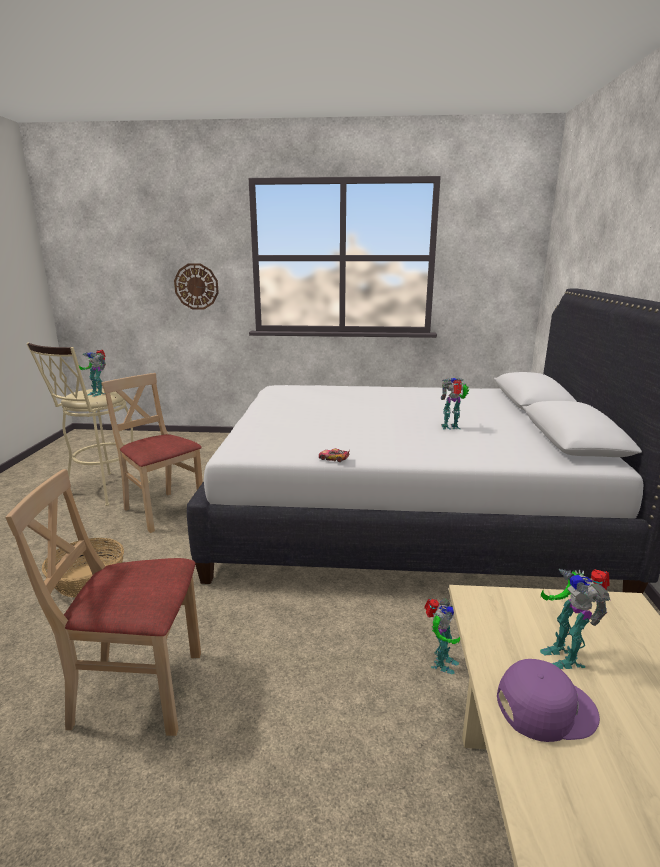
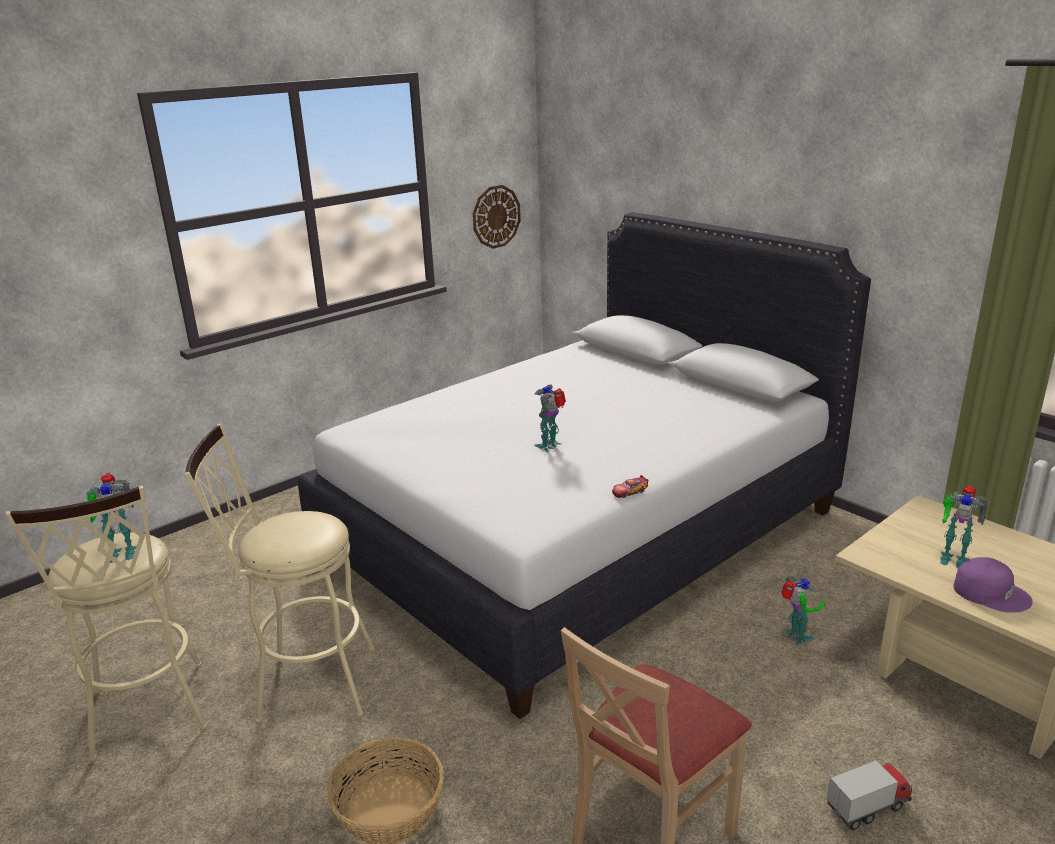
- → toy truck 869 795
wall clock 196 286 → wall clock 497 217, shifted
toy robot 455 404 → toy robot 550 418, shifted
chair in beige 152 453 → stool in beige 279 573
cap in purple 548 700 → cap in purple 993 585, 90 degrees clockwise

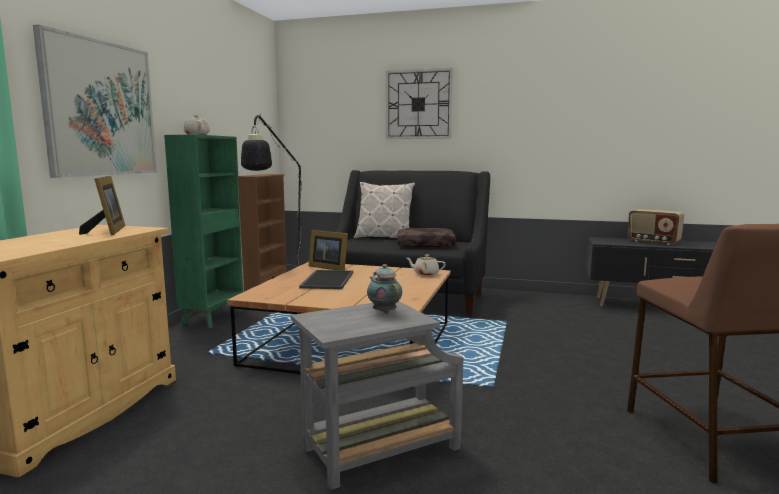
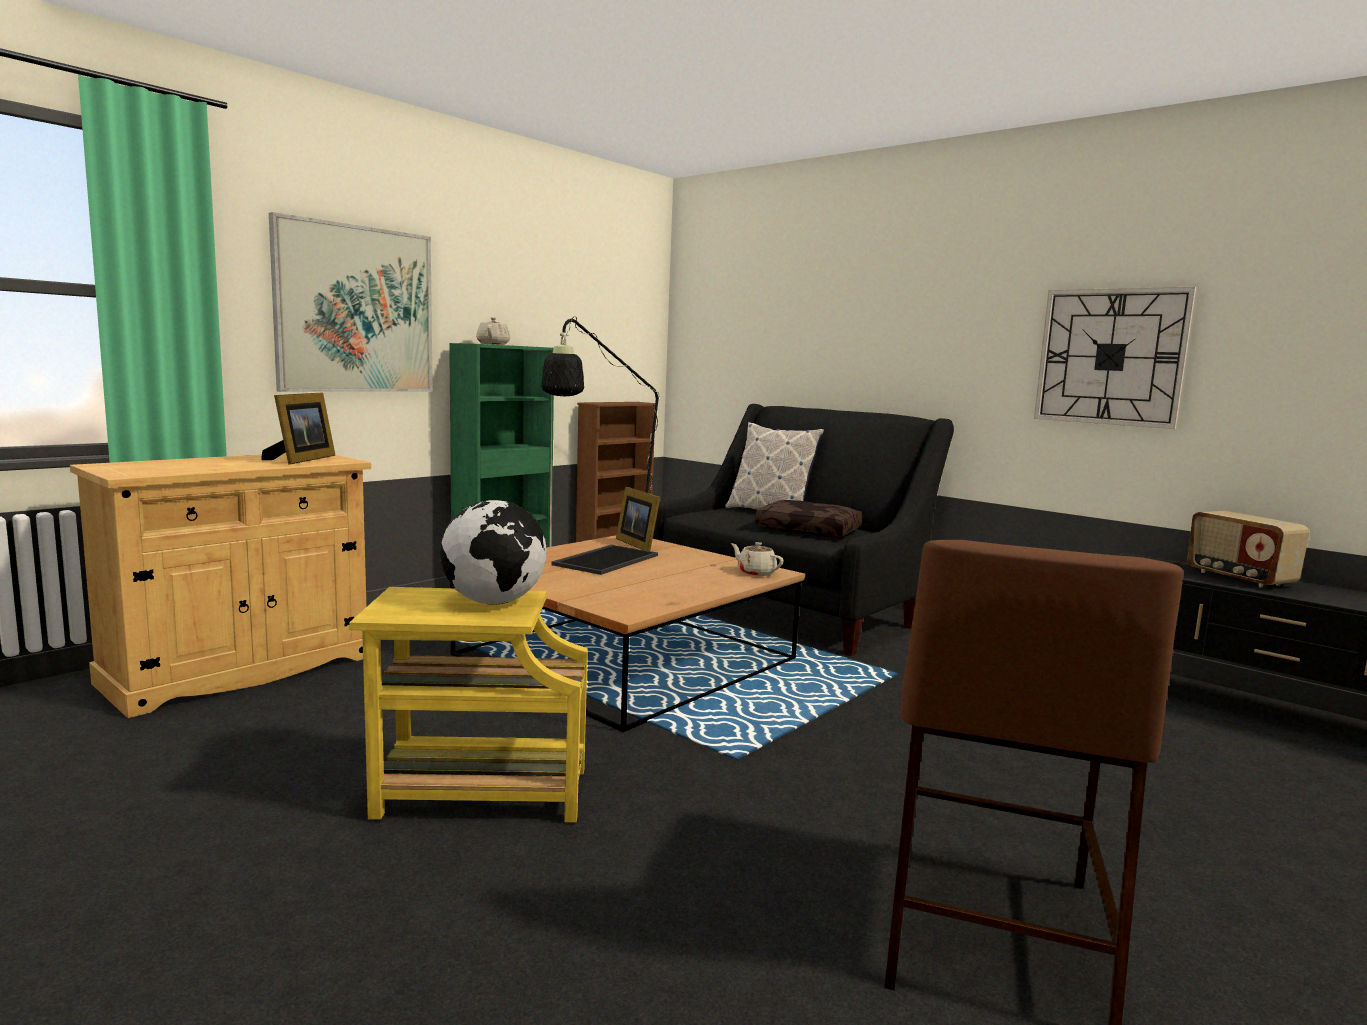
wall clock 419 103 → wall clock 1115 358, shifted
teapot 384 289 → globe 493 552
side table in grey 377 395 → side table in yellow 468 704

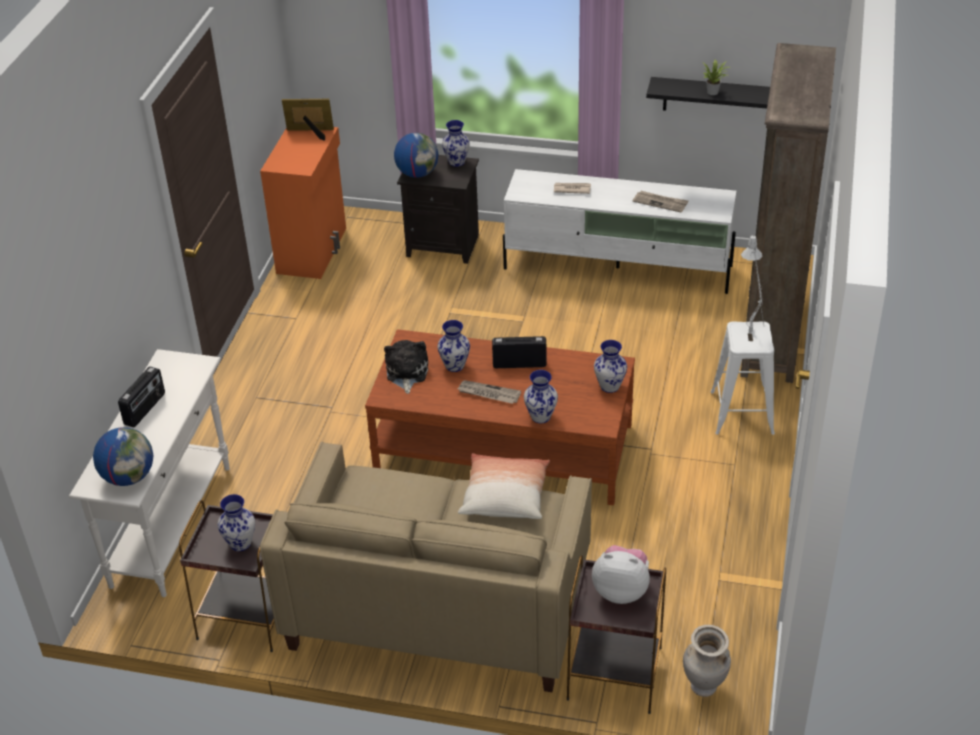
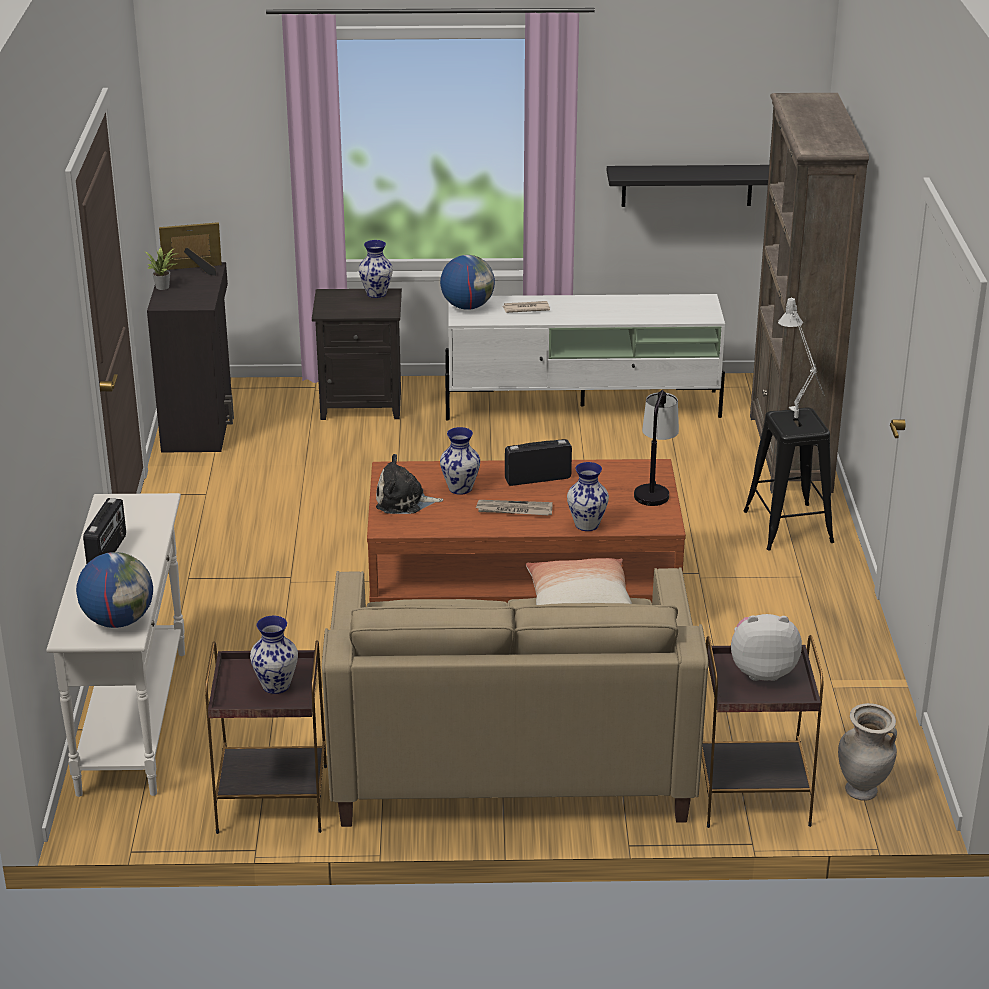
newspaper 661 202 → -
globe 416 155 → globe 467 282, shifted
potted plant 715 77 → potted plant 160 269, shifted
vase 610 366 → table lamp 656 448
cabinet in orange 303 203 → cabinet in black 190 357
stool in white 742 378 → stool in black 788 479
plush toy 406 367 → plush toy 409 484, 75 degrees counterclockwise

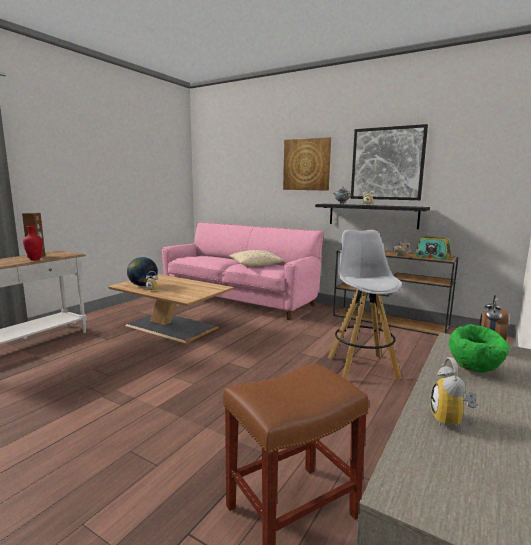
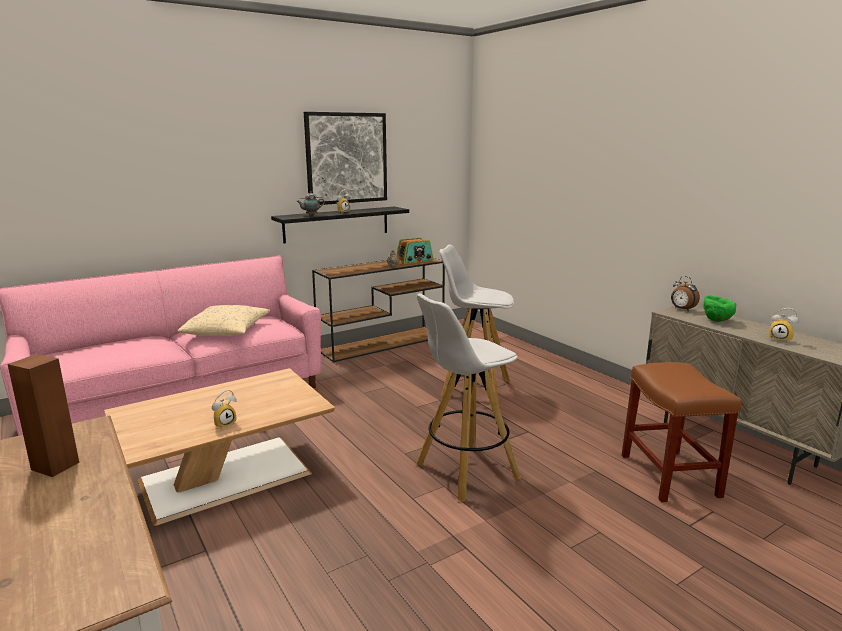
vase in red 33 243 → -
globe 142 271 → -
picture 307 164 → -
- → stool in white 469 398

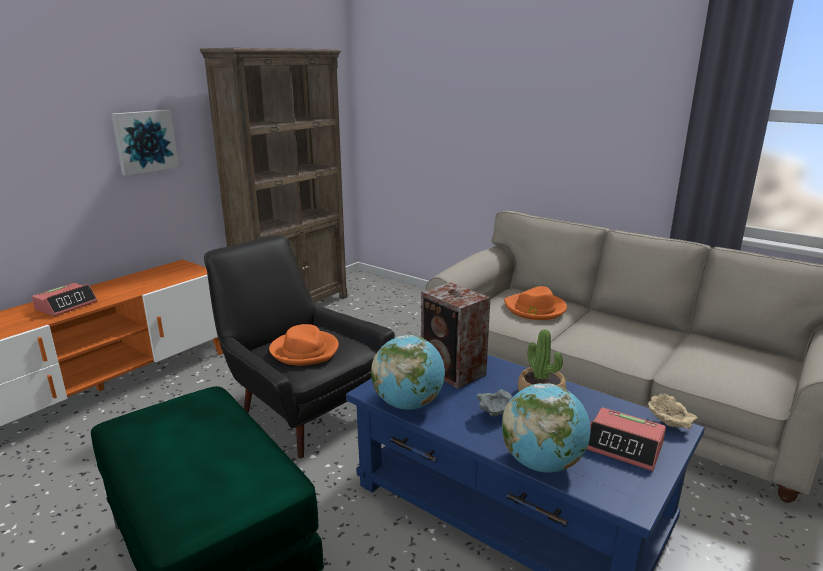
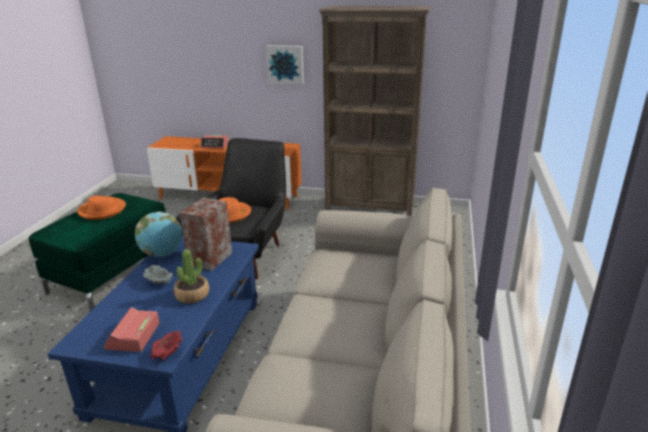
globe 546 428 → -
hat in orange 535 303 → hat in orange 101 208, shifted
bowl in beige 672 412 → bowl in red 166 345

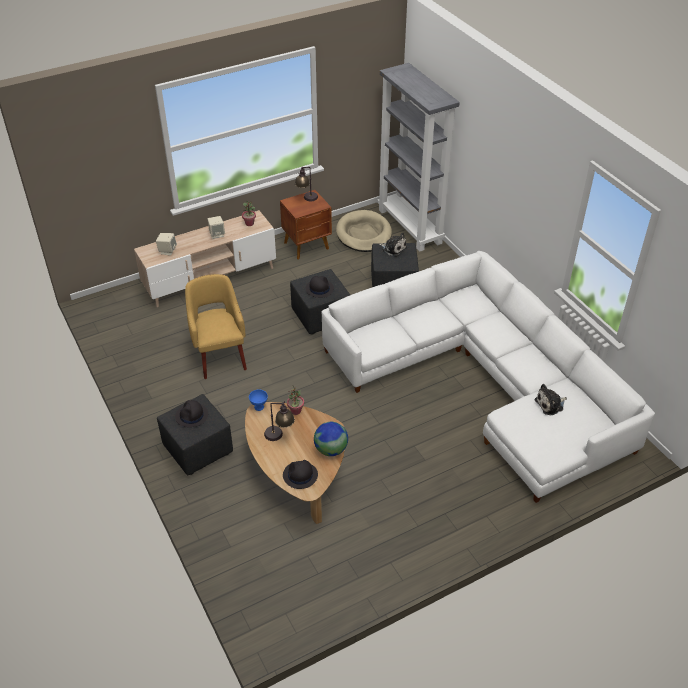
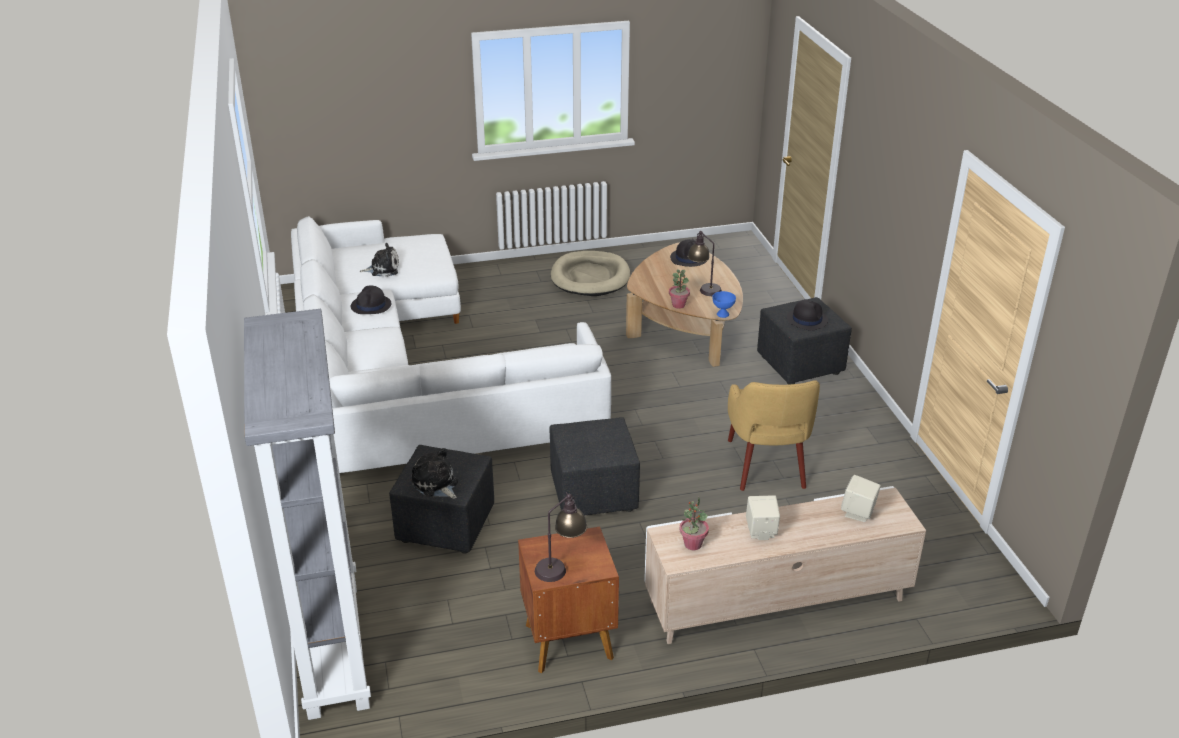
globe 331 439 → -
hat in black 320 287 → hat in black 371 300, shifted
dog bed in beige 364 231 → dog bed in beige 590 273, shifted

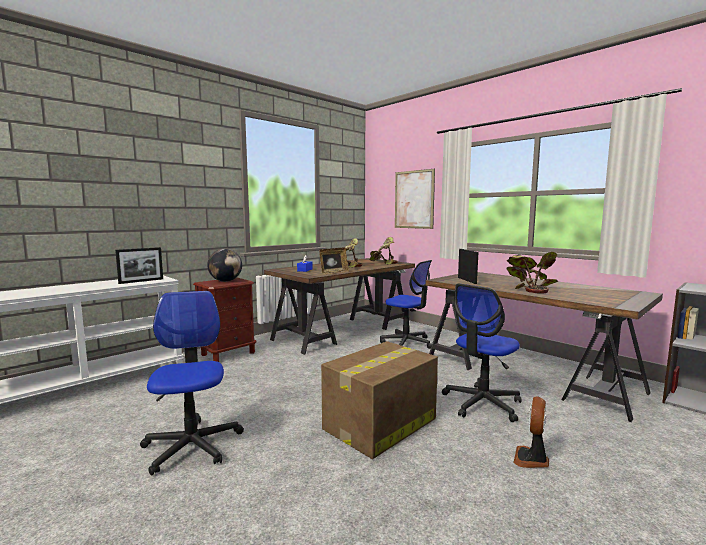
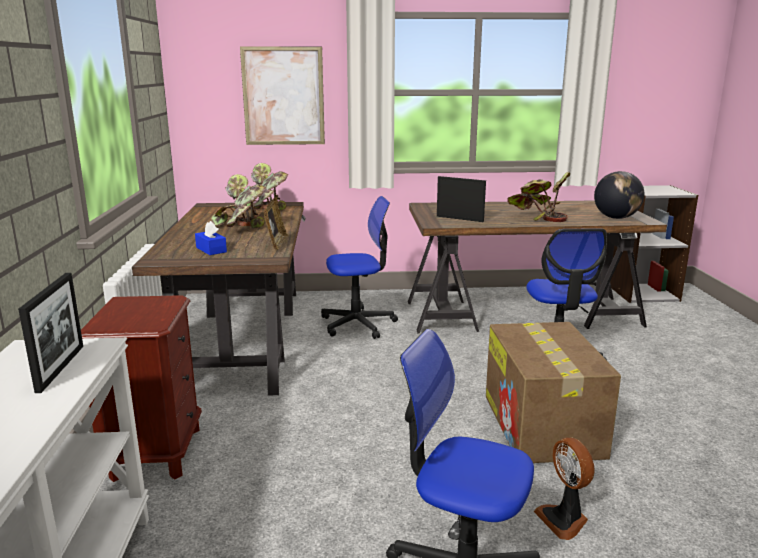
globe 224 265 → globe 619 195, shifted
fan 531 432 → fan 564 488, shifted

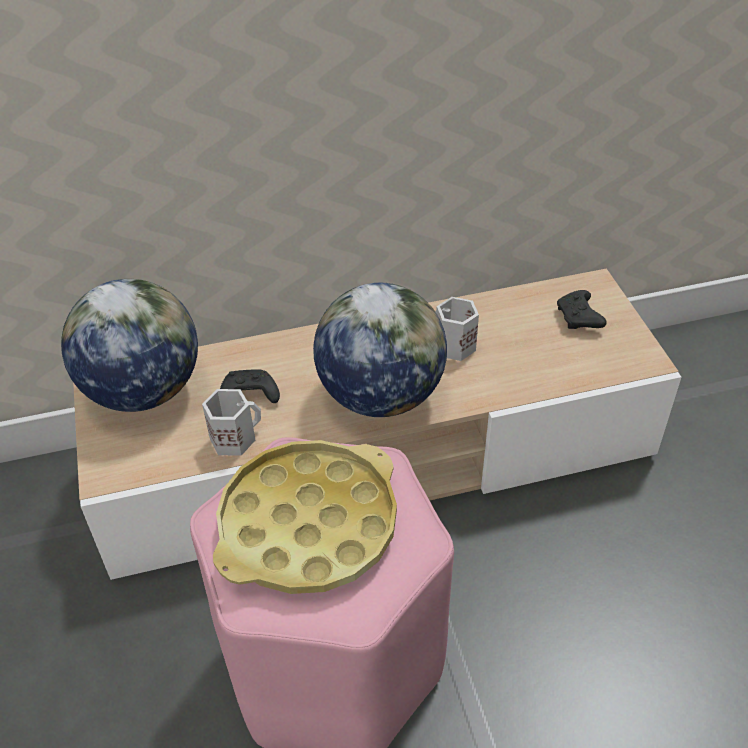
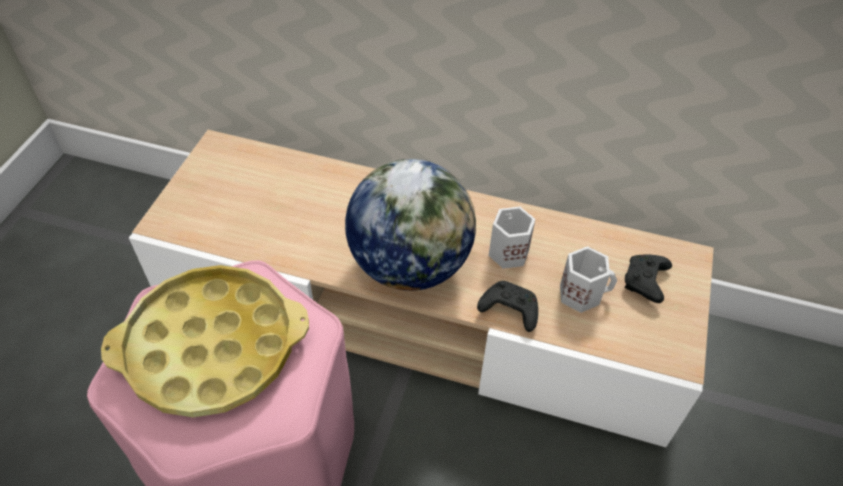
globe 129 345 → -
mug in white 231 422 → mug in white 588 279, shifted
game controller in black 250 386 → game controller in black 507 306, shifted

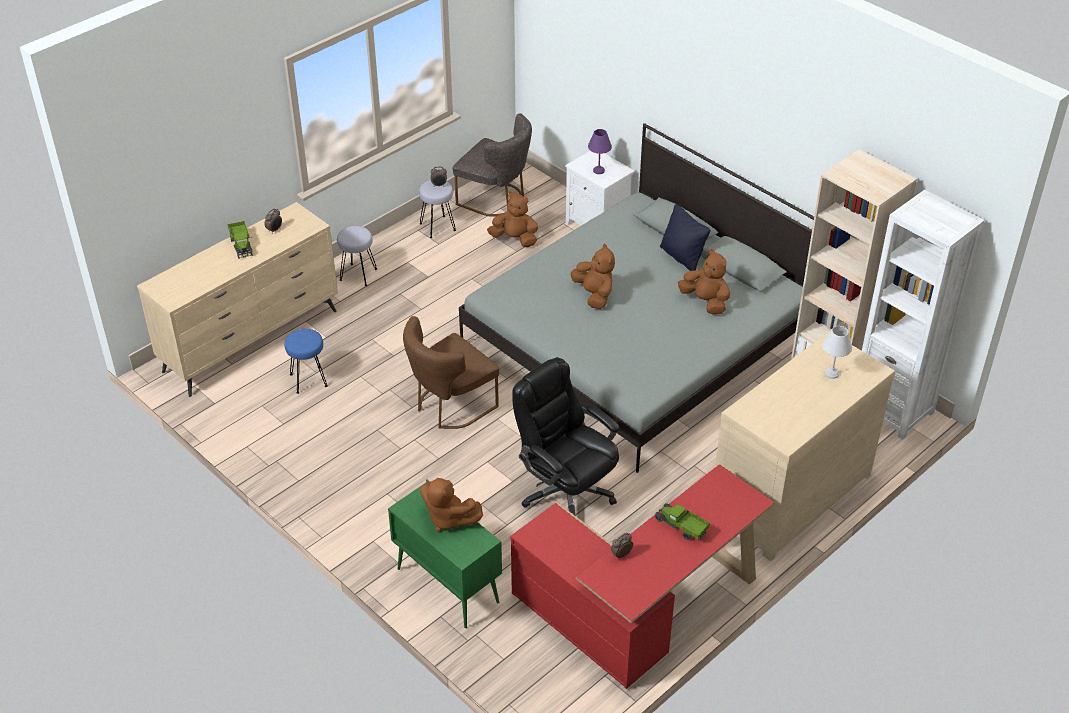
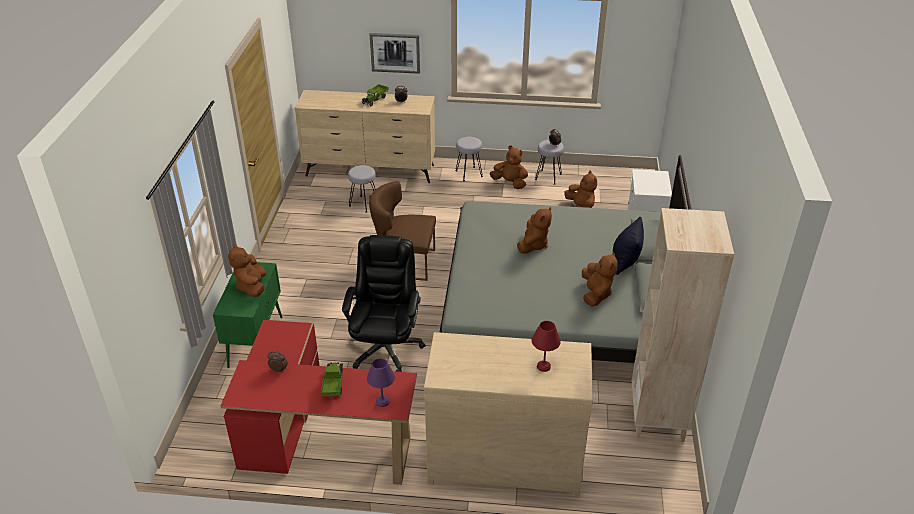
chair in grey 492 165 → -
bookcase in white 923 315 → -
- → picture 395 53
- → plush toy in brown 509 167
table lamp in purple 600 151 → table lamp in purple 381 382, shifted
stool in blue 306 361 → stool in grey 362 189
table lamp in white 837 352 → table lamp in red 546 346

